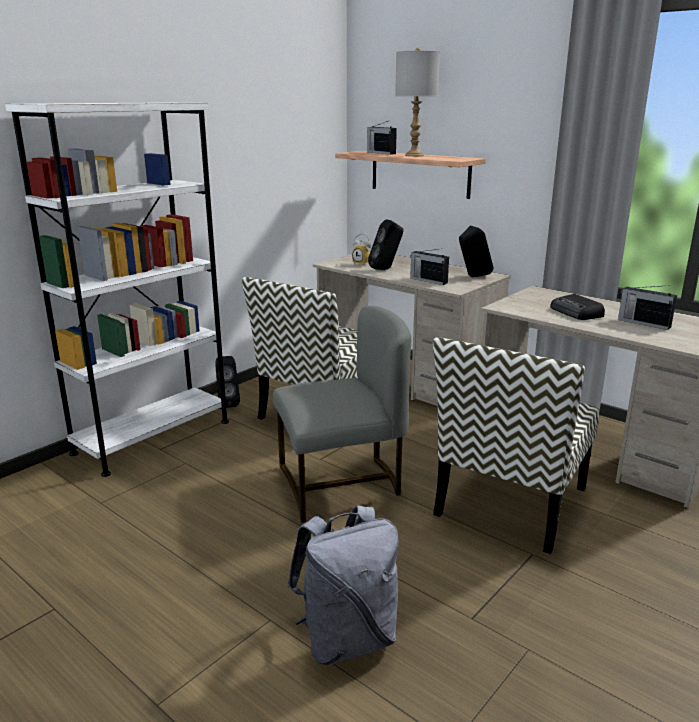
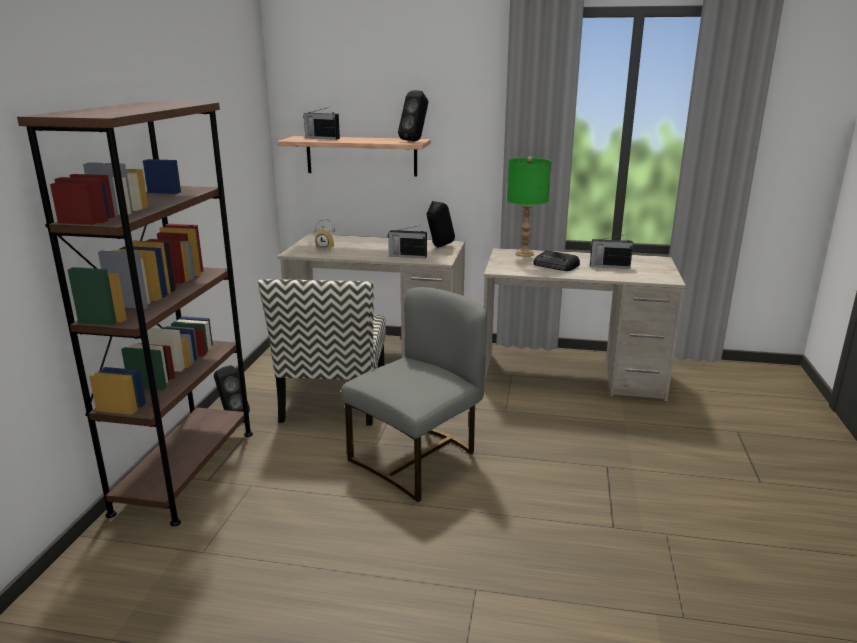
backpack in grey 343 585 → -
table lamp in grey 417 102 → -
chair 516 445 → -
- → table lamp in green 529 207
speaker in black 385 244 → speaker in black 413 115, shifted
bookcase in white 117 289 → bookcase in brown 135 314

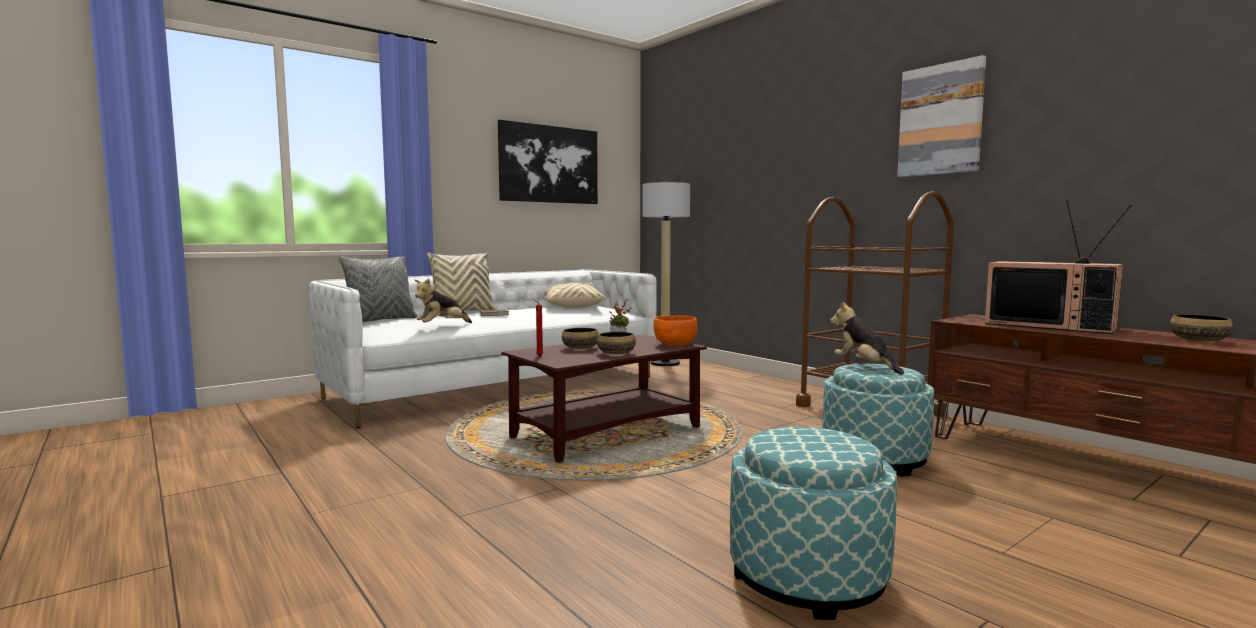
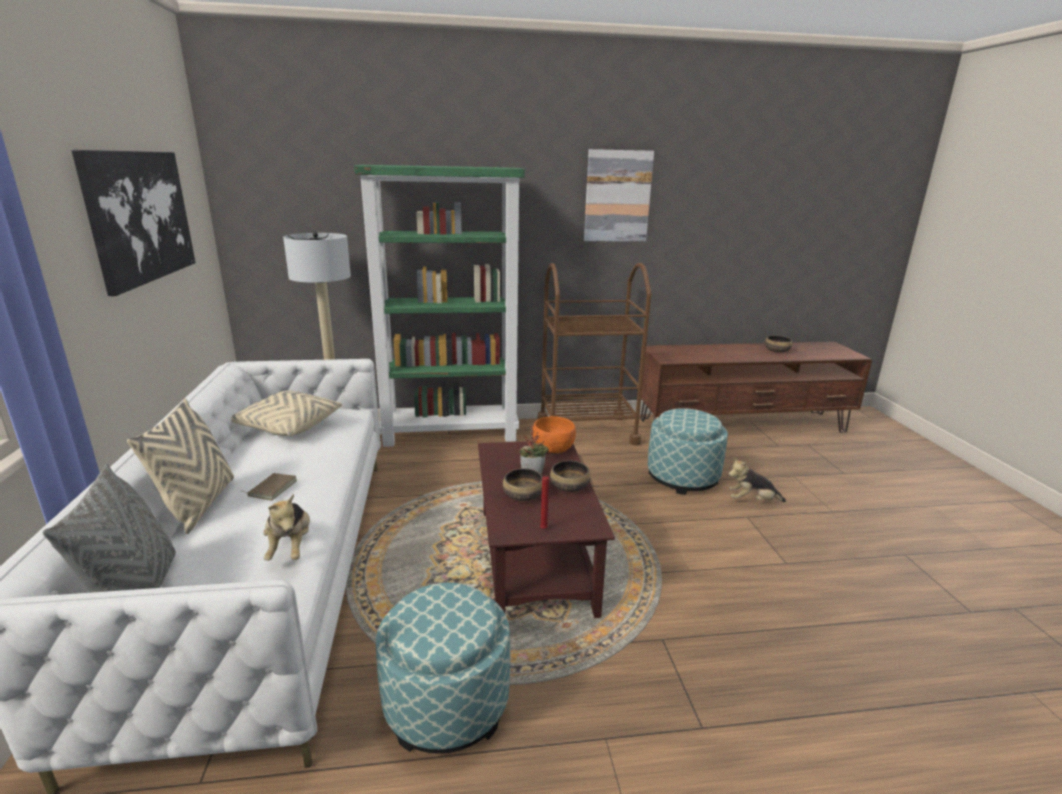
television 1058 266 → -
- → bookcase in green 439 306
ottoman 813 523 → ottoman 443 668, shifted
plush toy 867 338 → plush toy 757 479, shifted

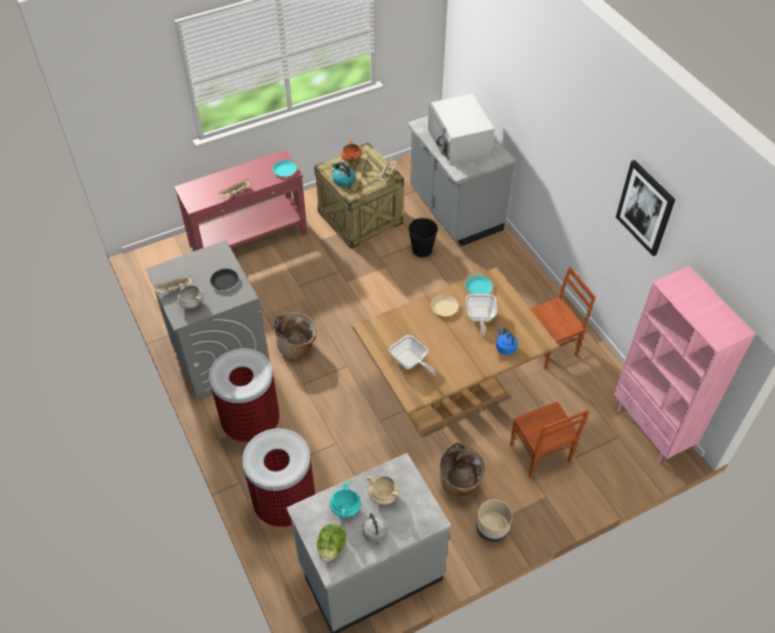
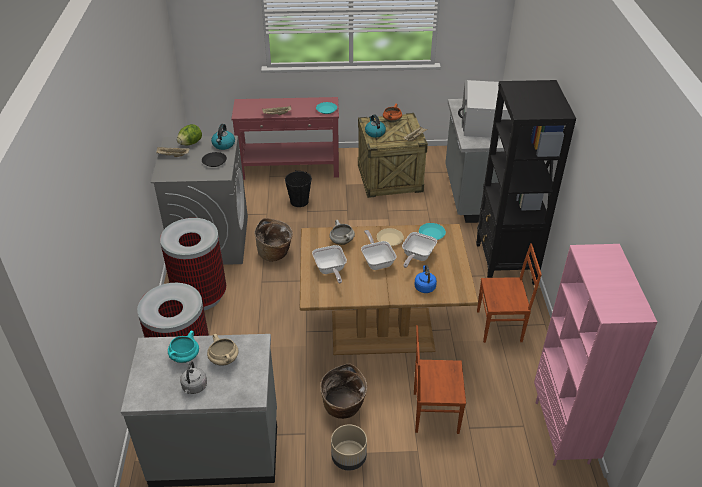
picture 645 208 → -
- → kettle 223 137
- → frying pan 379 250
- → bookcase in black 526 182
cooking pot in white 190 296 → cooking pot in white 342 232, shifted
lettuce 331 543 → lettuce 189 135, shifted
bucket in black 423 237 → bucket in black 298 188, shifted
chair in brown 549 440 → chair in brown 440 379, 90 degrees clockwise

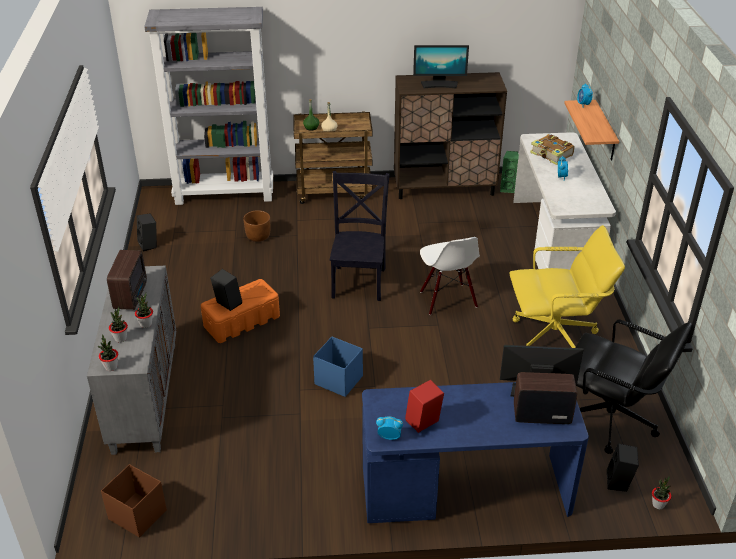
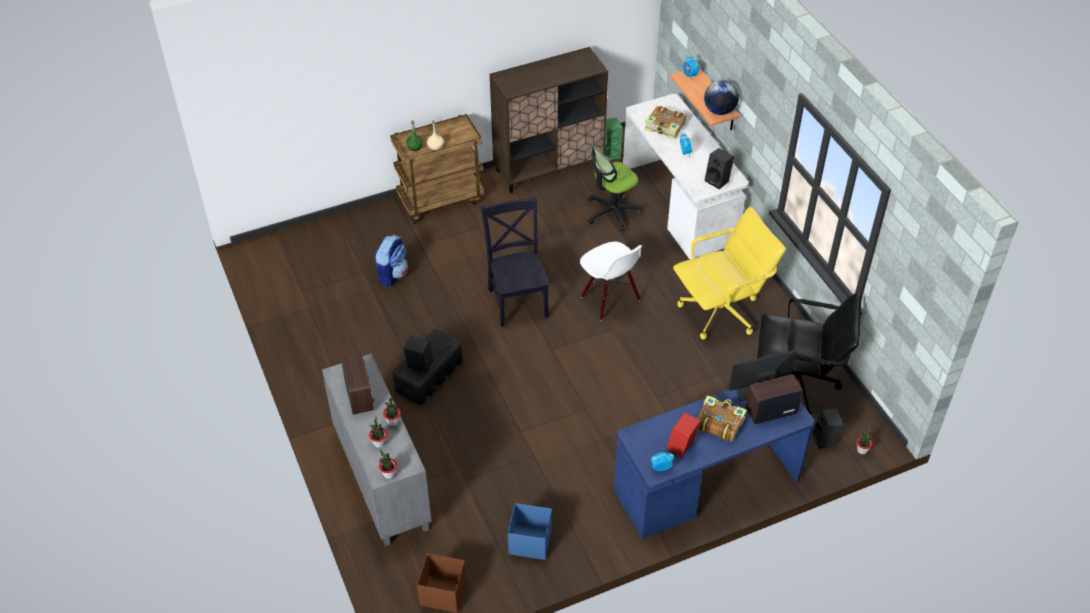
bookcase in grey 208 106 → -
monitor 441 66 → -
- → office chair 615 188
- → book 722 418
- → globe 721 97
speaker in black 147 232 → speaker in black 719 168, shifted
storage box in blue 338 366 → storage box in blue 530 531, shifted
planter in brown 256 226 → backpack 391 261
storage box in orange 240 311 → storage box in black 428 367

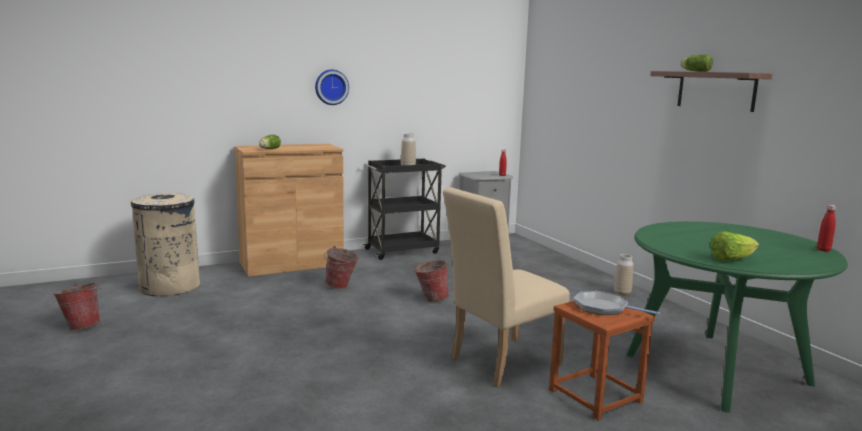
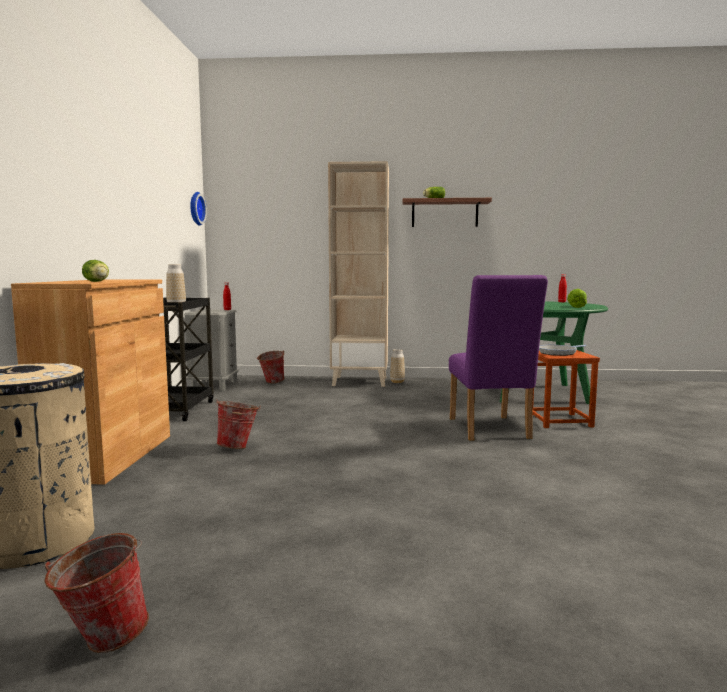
- → bookcase in beige 358 274
wall clock 332 87 → wall clock 198 209, shifted
bucket 431 281 → bucket 270 366, shifted
chair in beige 506 287 → chair in purple 498 358

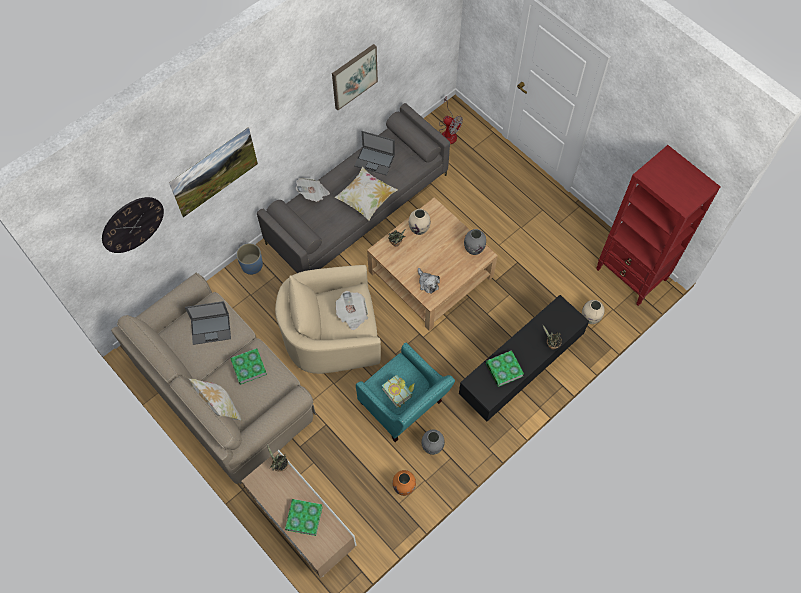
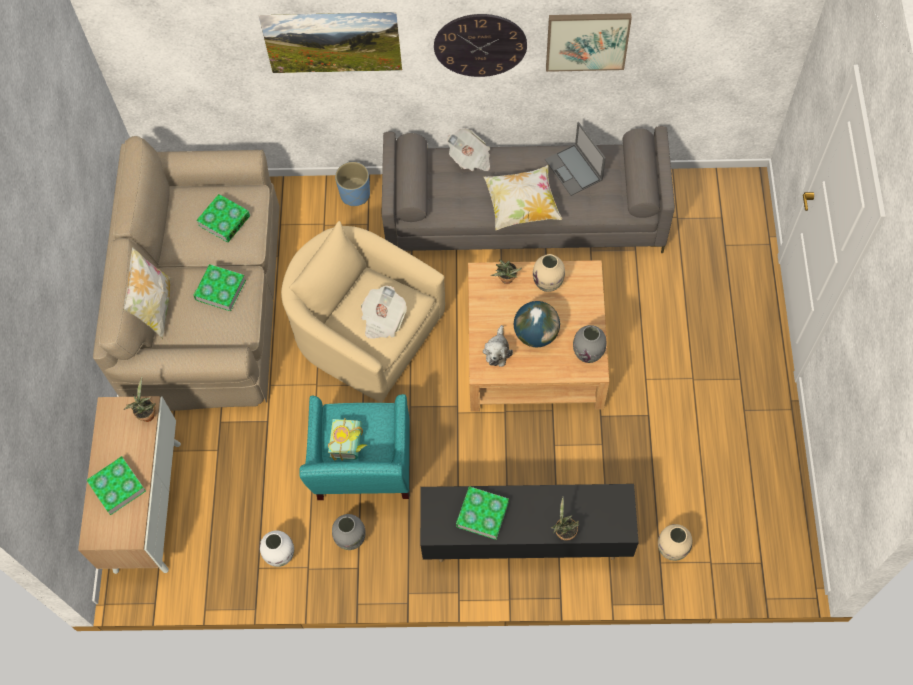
fan 451 120 → -
bookcase in red 658 225 → -
- → globe 537 324
wall clock 133 225 → wall clock 480 45, shifted
laptop 208 323 → book 223 218
vase in orange 404 483 → vase in white 277 548

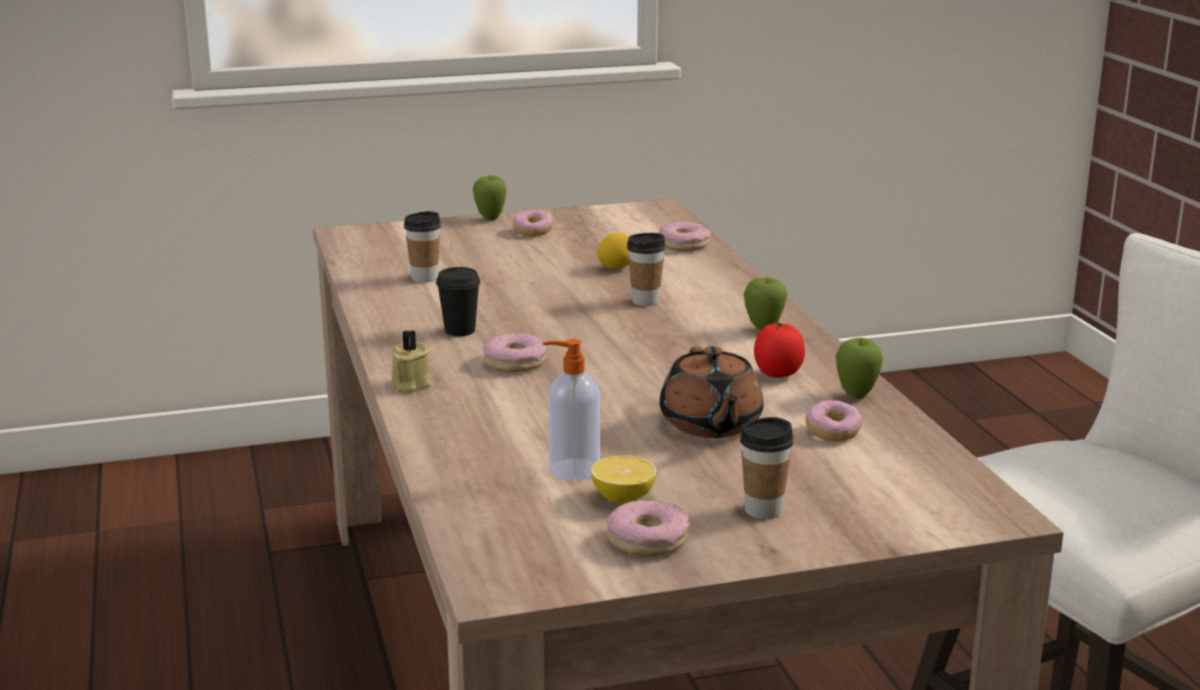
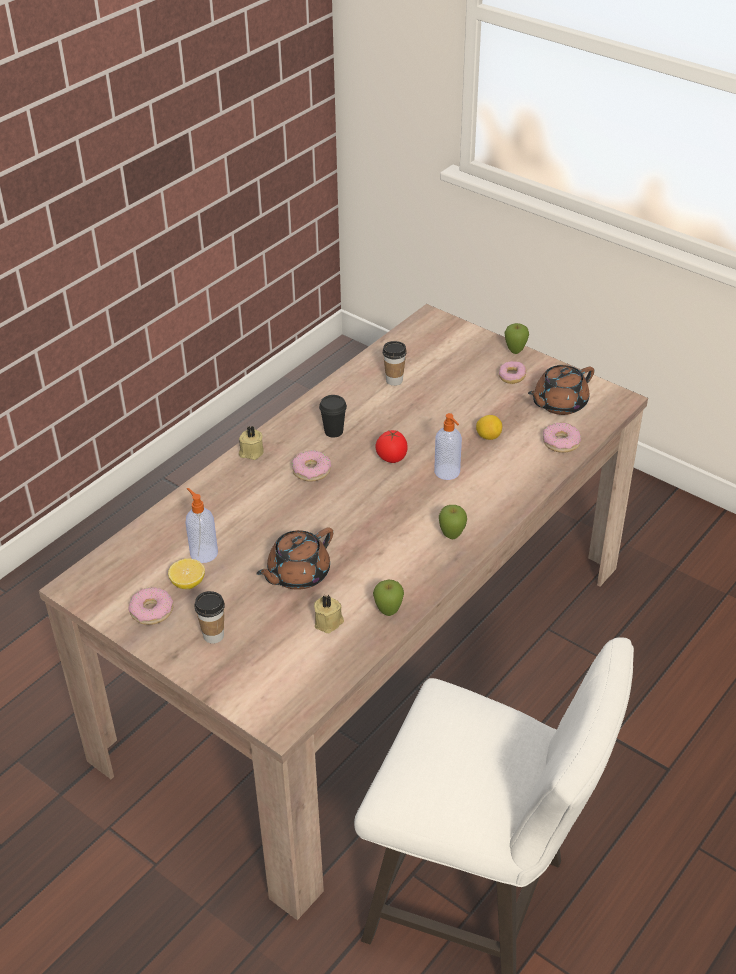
- → teapot in brown 561 390
tomato 779 350 → tomato 391 446, shifted
cup 646 269 → soap dispenser 448 446
donut 833 421 → candle in beige 329 614

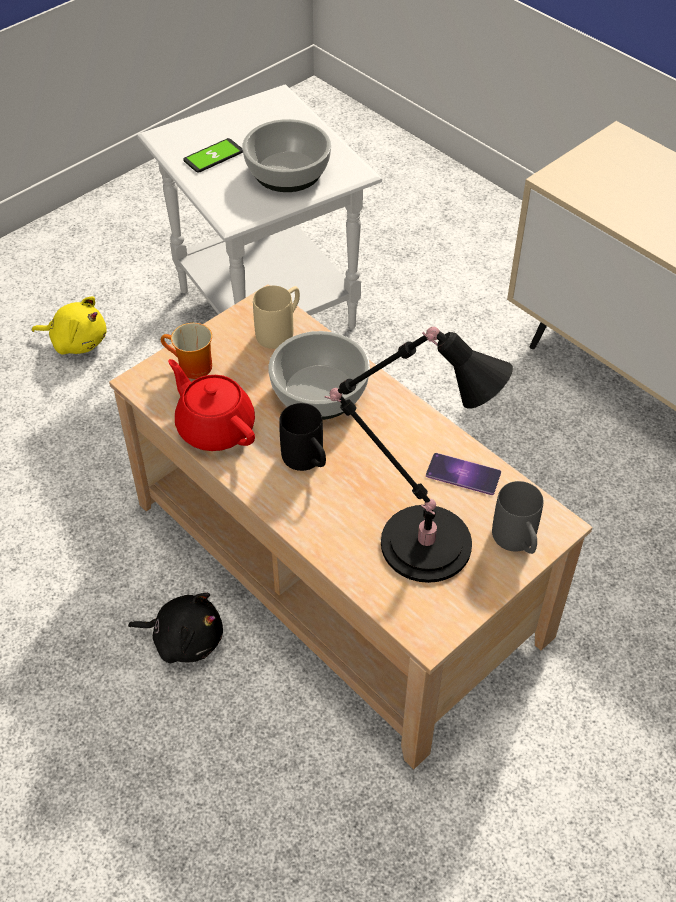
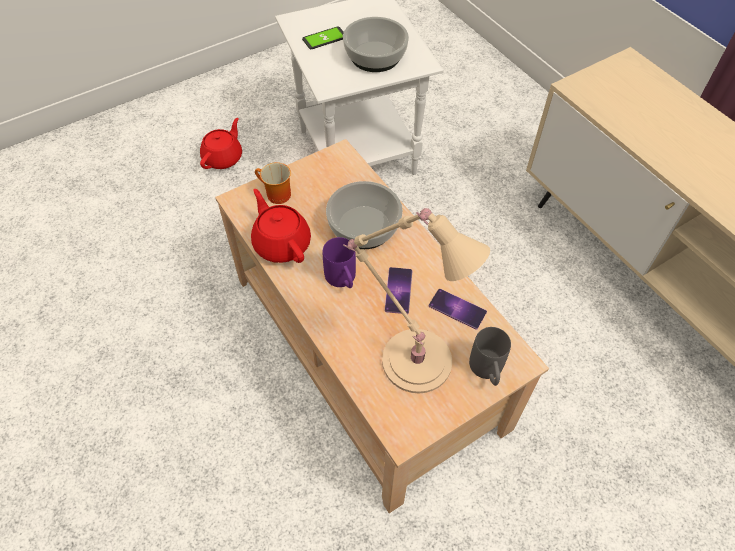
plush toy in black 175 628 → -
mug in beige 276 317 → -
- → phone 398 290
plush toy in yellow 69 325 → teapot in red 221 143
mug in black 302 437 → mug in purple 339 262
table lamp in black 418 455 → table lamp in beige 416 300

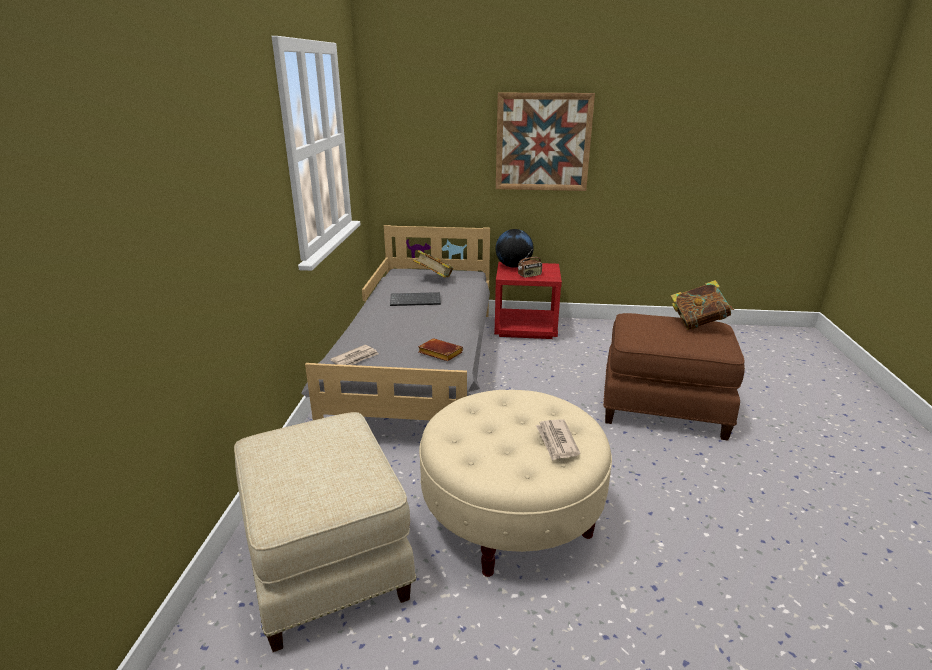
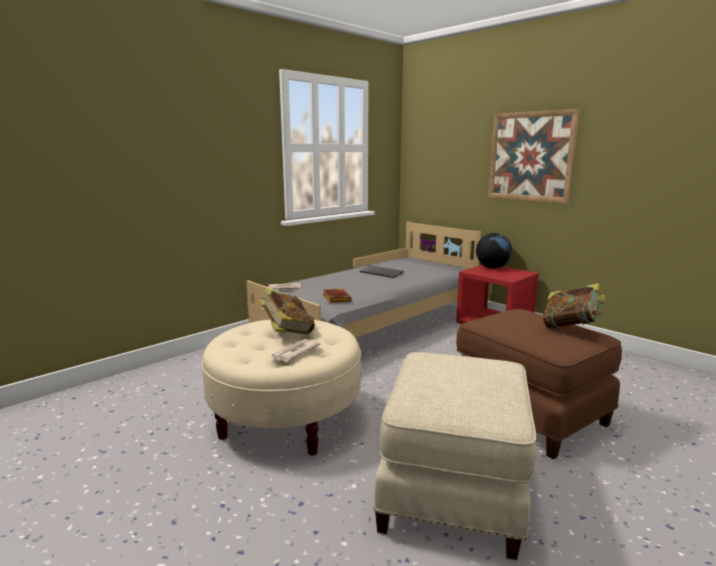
radio 530 264 → -
ottoman in beige 325 532 → ottoman in beige 455 456, shifted
book 433 264 → book 286 311, shifted

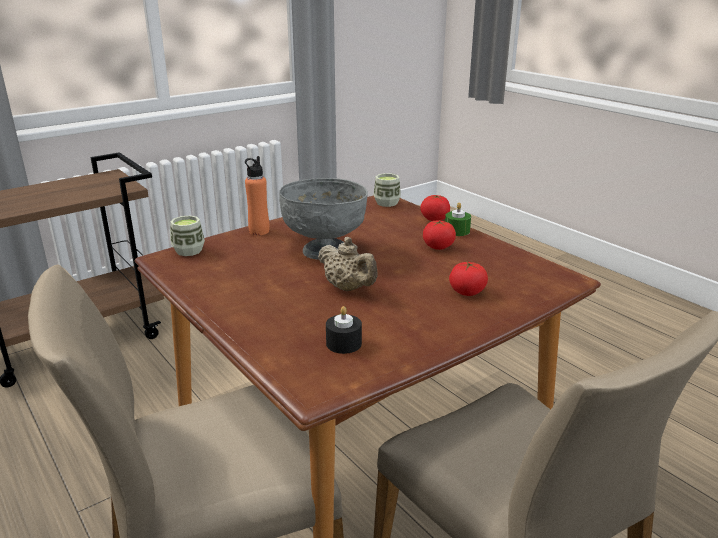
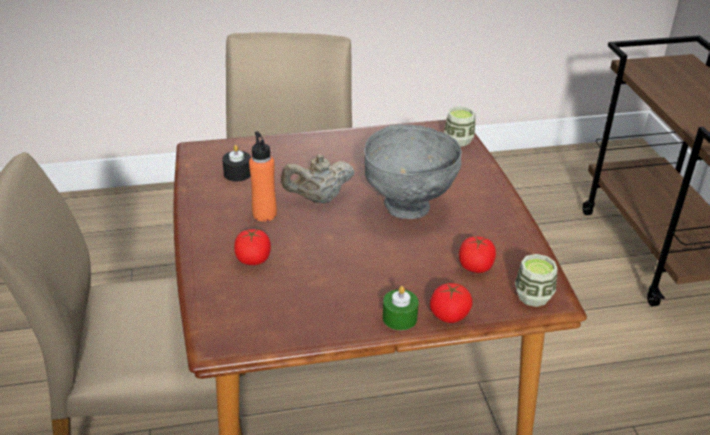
bottle in orange 257 195 → bottle in orange 263 176, shifted
tomato 439 235 → tomato 477 254, shifted

